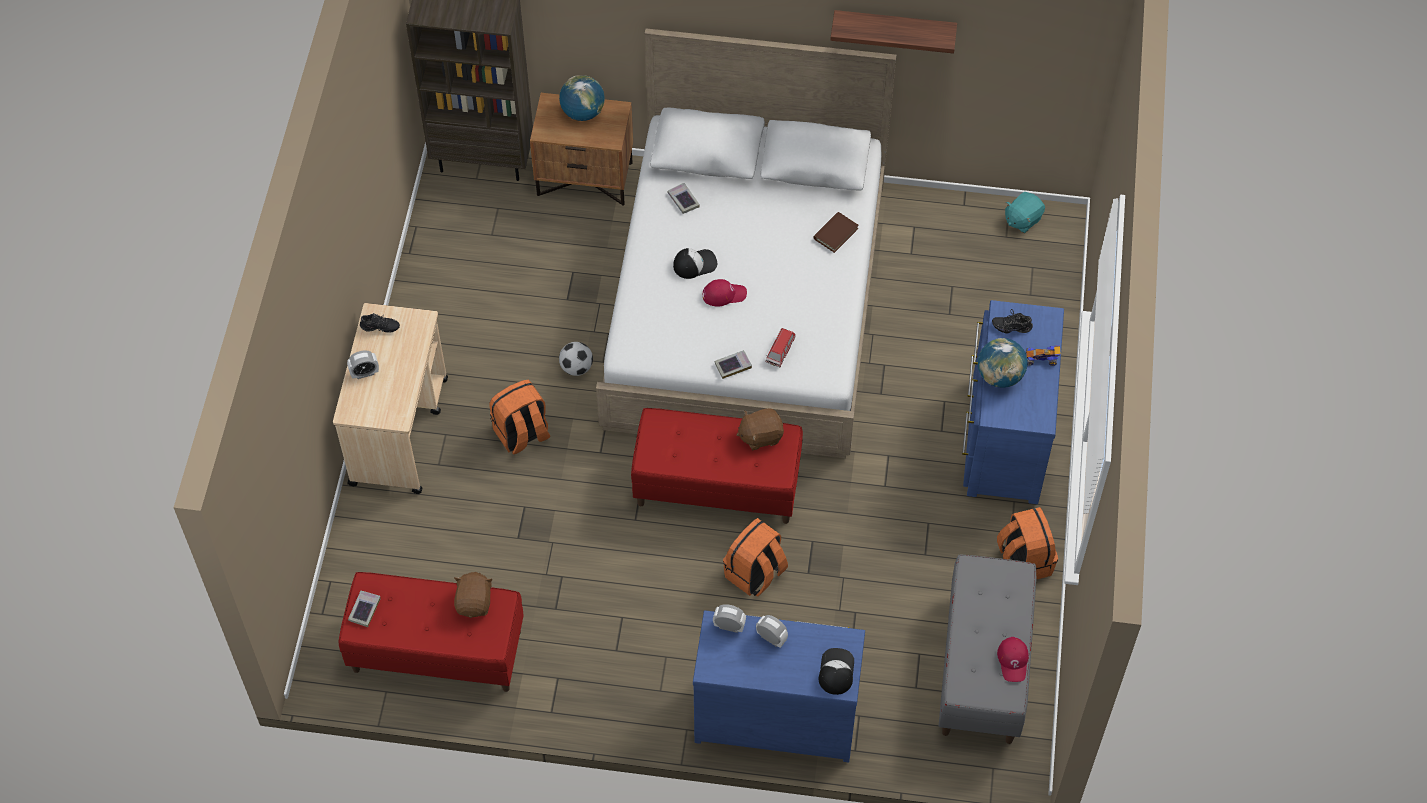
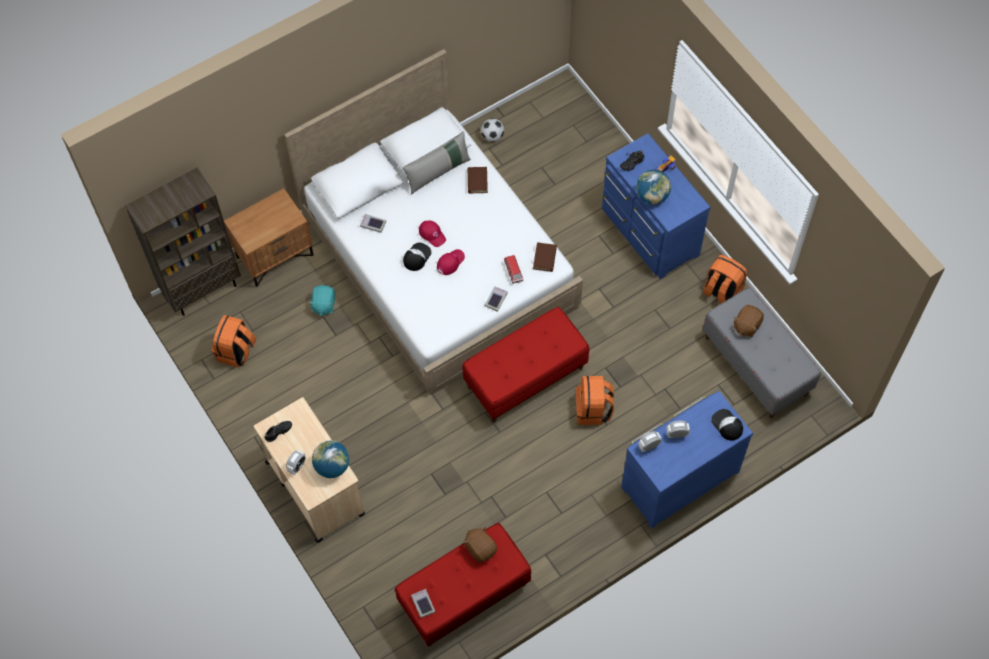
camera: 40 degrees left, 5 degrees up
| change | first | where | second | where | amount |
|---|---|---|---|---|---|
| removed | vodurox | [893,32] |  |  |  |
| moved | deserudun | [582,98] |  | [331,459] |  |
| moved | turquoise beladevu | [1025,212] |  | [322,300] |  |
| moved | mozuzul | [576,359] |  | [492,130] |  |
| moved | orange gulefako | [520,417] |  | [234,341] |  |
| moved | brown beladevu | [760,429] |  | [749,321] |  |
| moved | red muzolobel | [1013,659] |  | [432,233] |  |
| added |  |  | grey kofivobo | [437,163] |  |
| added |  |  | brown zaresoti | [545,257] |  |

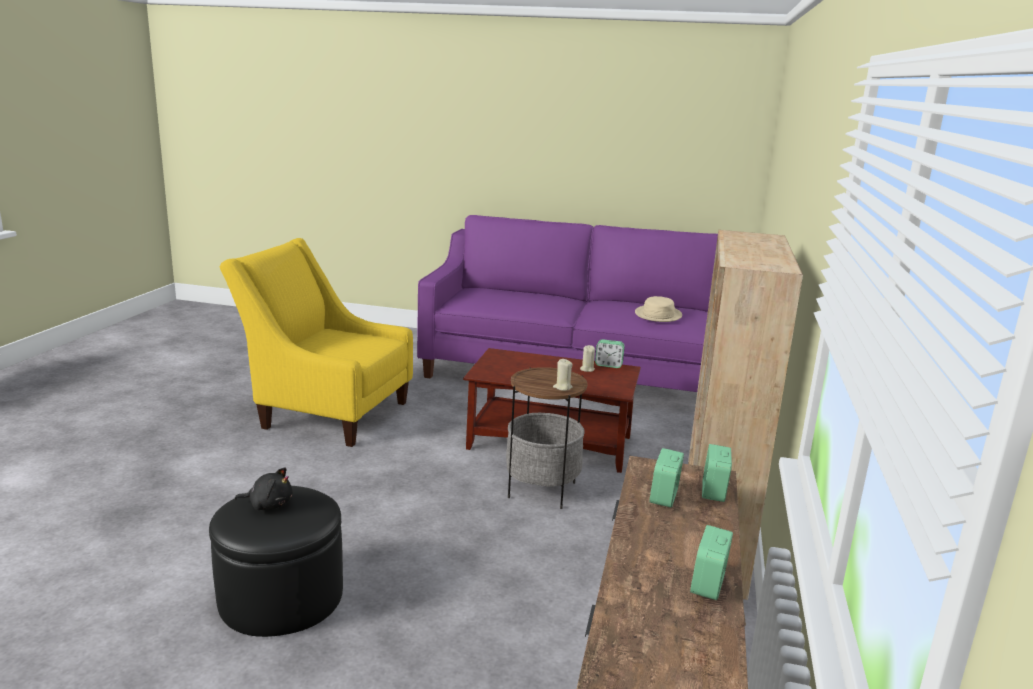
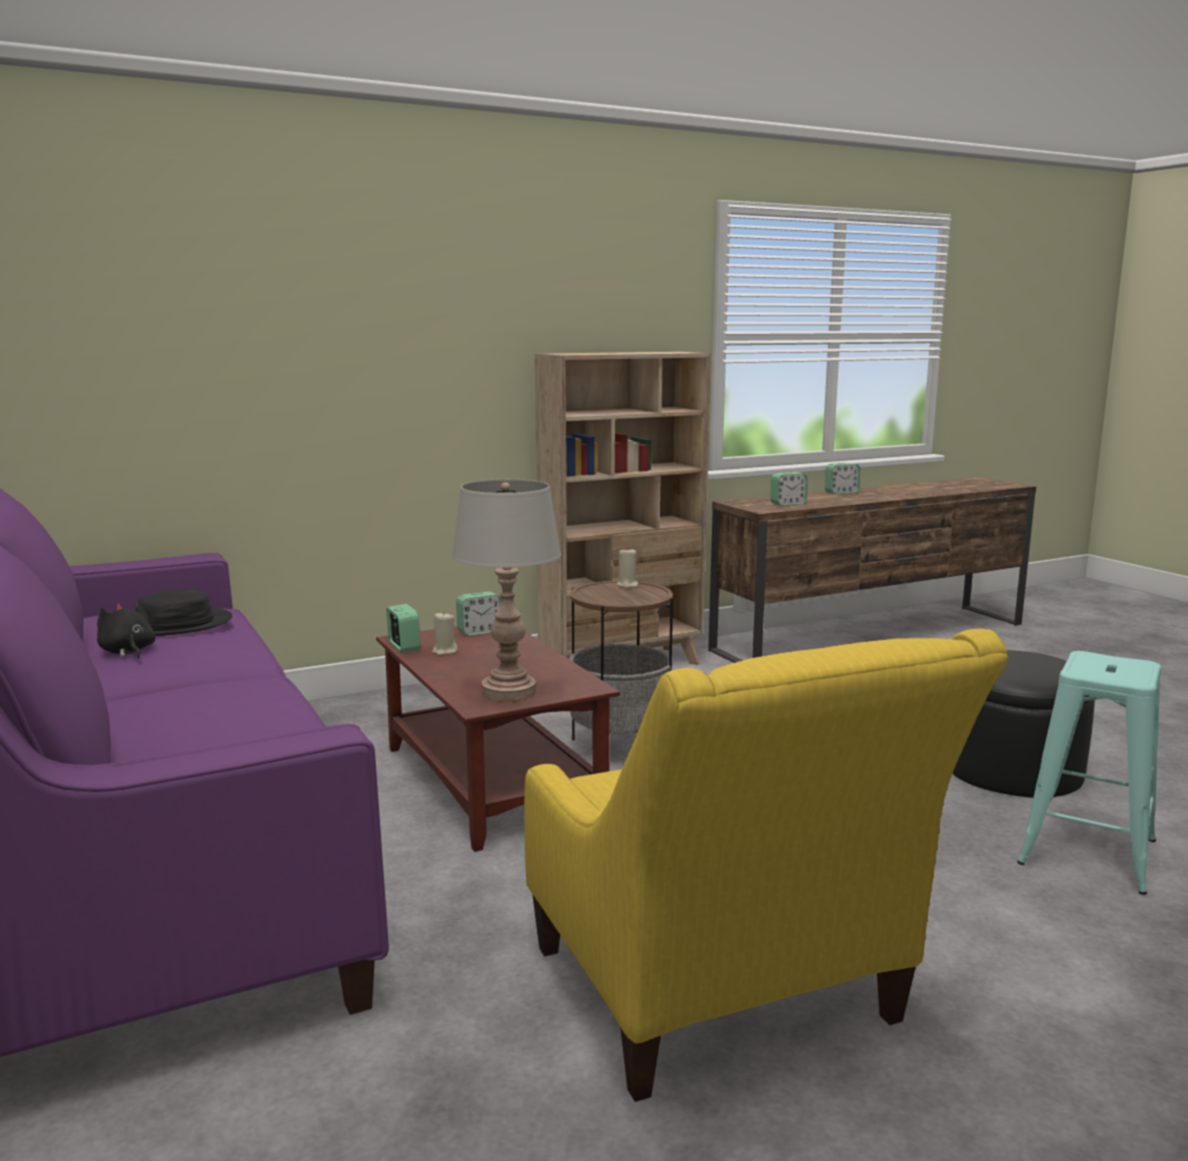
camera: 130 degrees left, 5 degrees down
| change | first | where | second | where | amount |
|---|---|---|---|---|---|
| recoloured | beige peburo | [658,309] | black peburo | [185,613] |  |
| moved | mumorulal | [717,473] |  | [478,613] |  |
| moved | black beladevu | [264,488] |  | [126,629] |  |
| added |  |  | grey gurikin | [506,590] |  |
| added |  |  | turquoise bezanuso | [1089,773] |  |

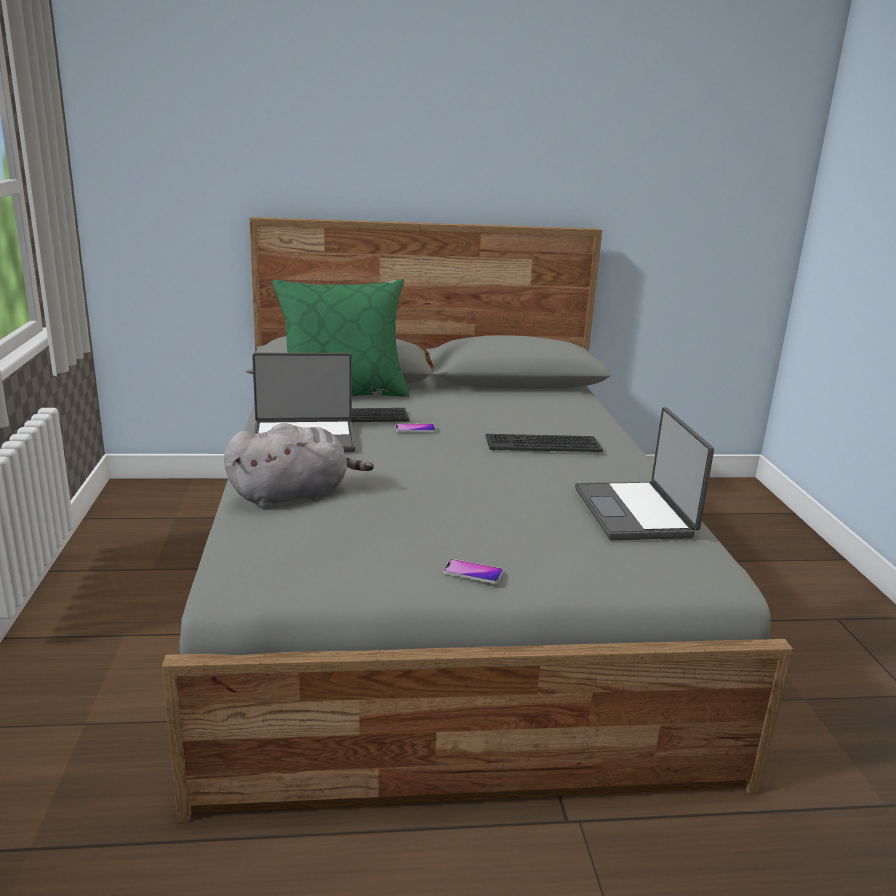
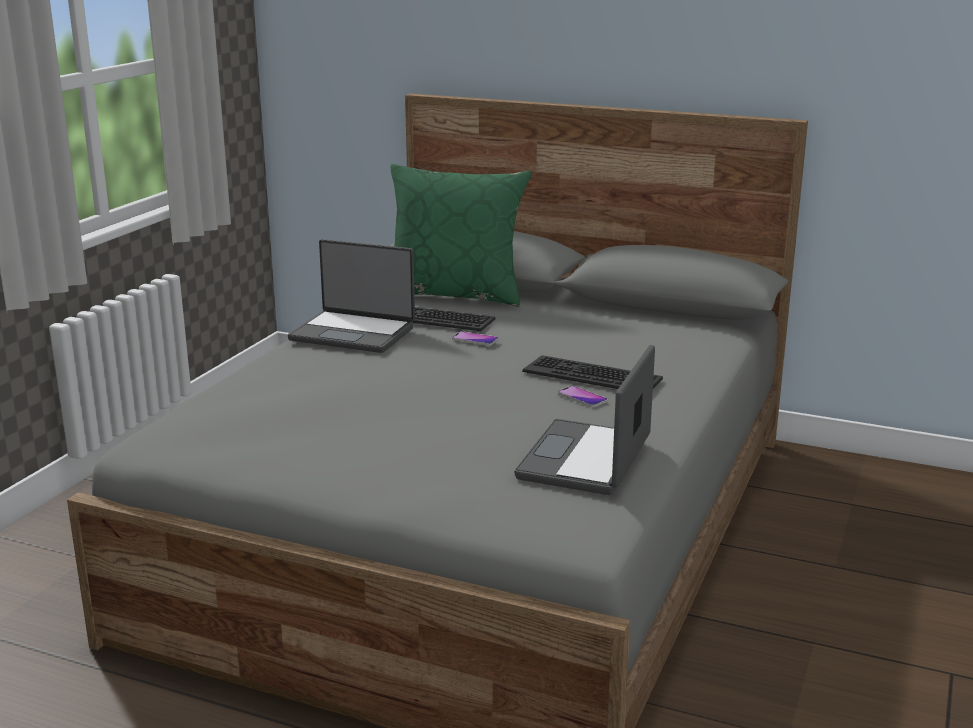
camera: 30 degrees right, 0 degrees up
| change | first | where | second | where | amount |
|---|---|---|---|---|---|
| removed | grey beladevu | [299,466] |  |  |  |
| moved | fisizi | [473,571] |  | [583,396] |  |

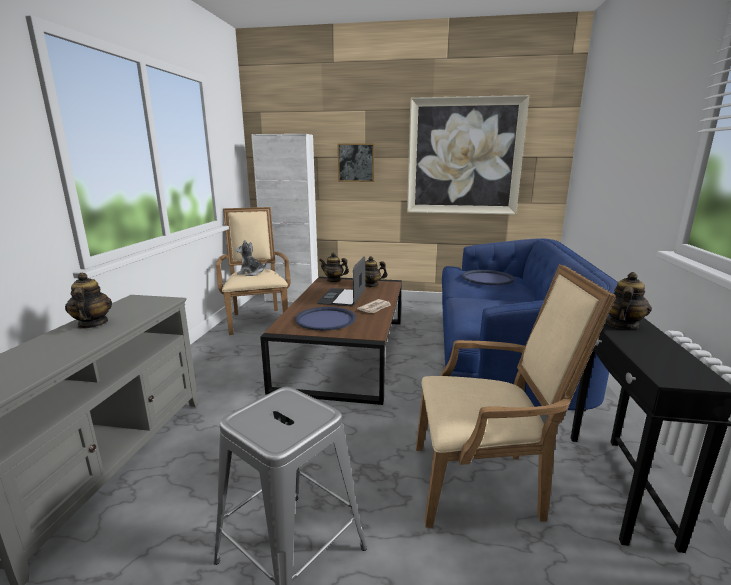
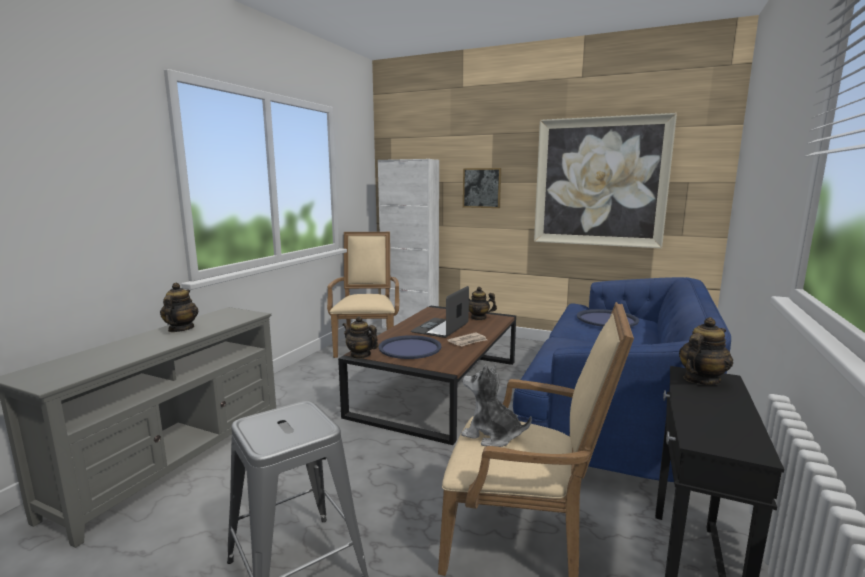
camera: 15 degrees right, 5 degrees down
| change | first | where | second | where | amount |
|---|---|---|---|---|---|
| moved | beladevu | [251,258] |  | [496,405] |  |
| moved | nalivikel | [334,267] |  | [360,337] |  |

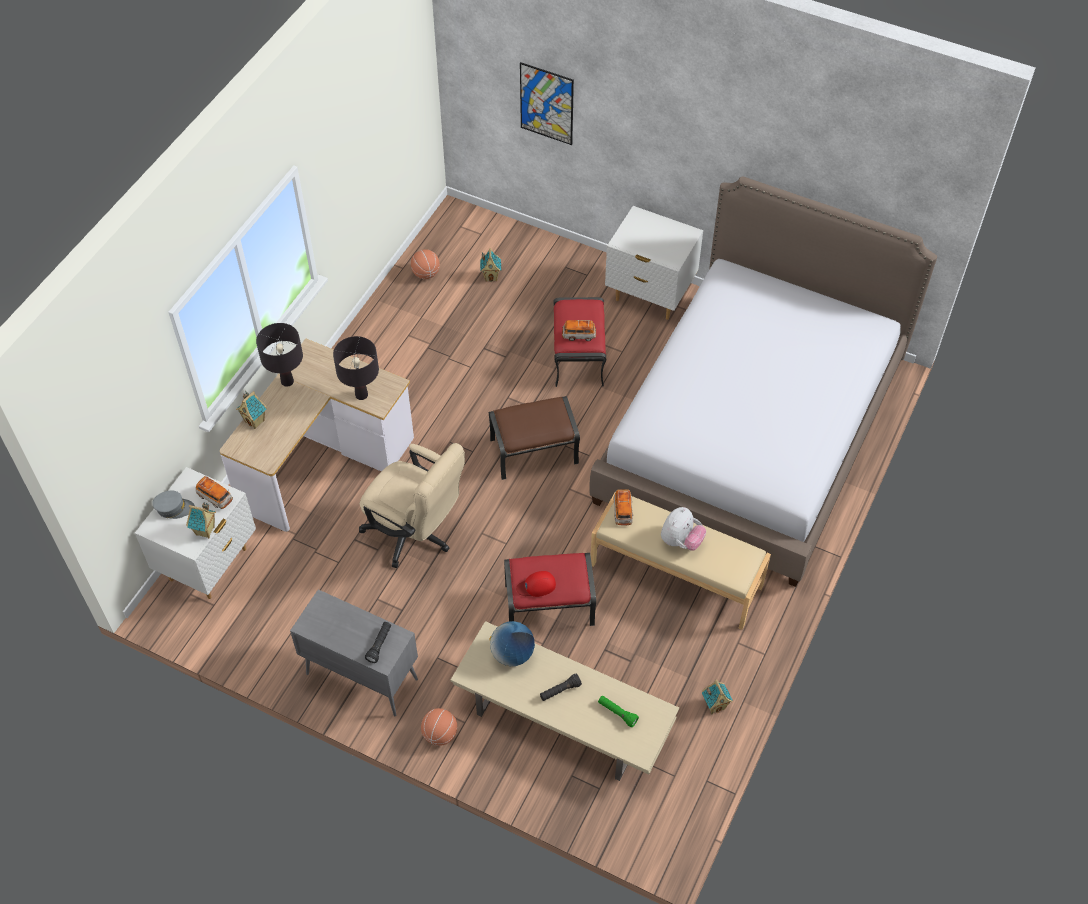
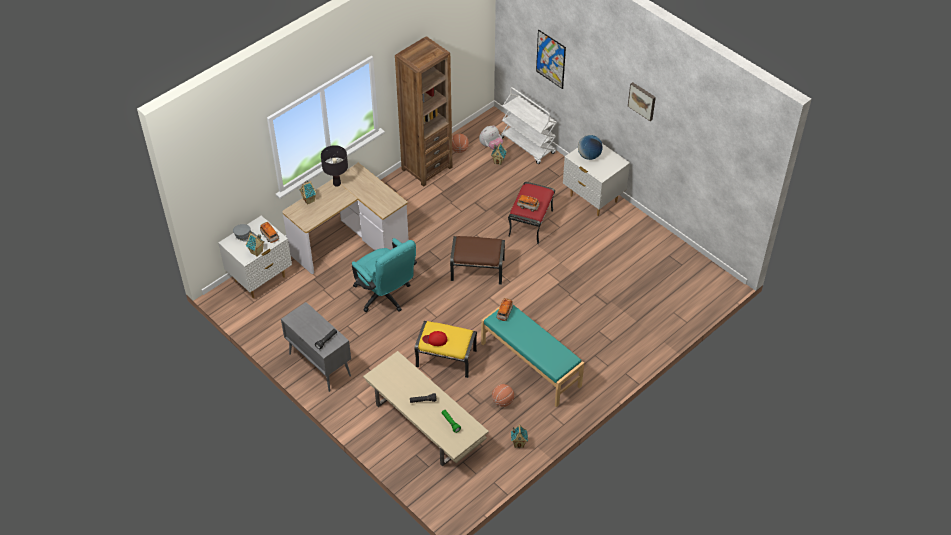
camera: 20 degrees right, 5 degrees down
| change | first | where | second | where | amount |
|---|---|---|---|---|---|
| removed | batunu | [763,381] |  |  |  |
| removed | black gurikin | [356,368] |  |  |  |
| recoloured | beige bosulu | [412,505] | turquoise bosulu | [384,275] |  |
| recoloured | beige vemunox | [681,560] | turquoise vemunox | [532,356] |  |
| moved | beladevu | [683,529] |  | [491,137] |  |
| recoloured | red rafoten | [550,589] | yellow rafoten | [445,349] |  |
| moved | deserudun | [512,643] |  | [590,147] |  |
| moved | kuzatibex | [439,727] |  | [503,395] |  |
| added |  |  | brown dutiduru | [423,111] |  |
| added |  |  | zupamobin | [642,101] |  |
| added |  |  | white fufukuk | [529,125] |  |

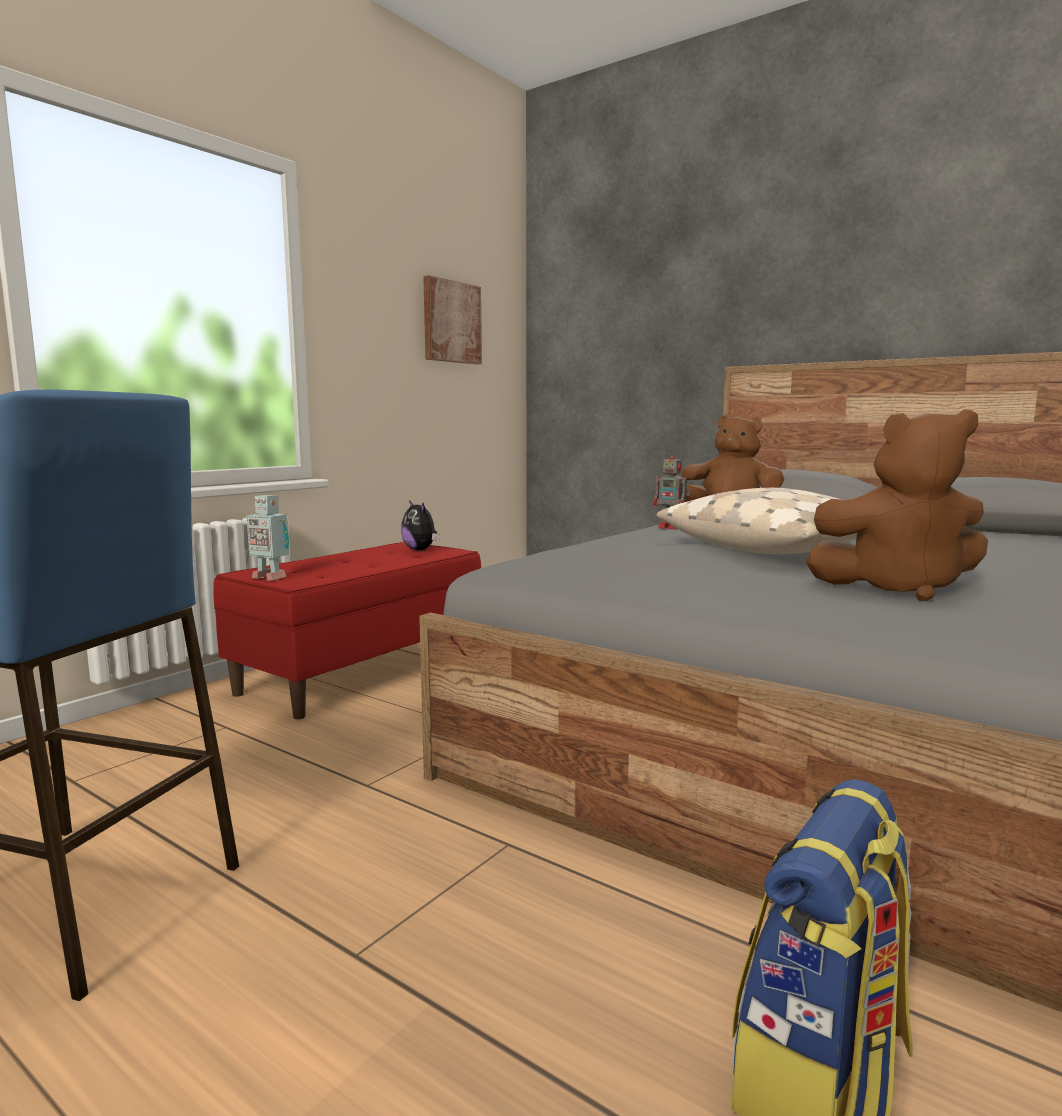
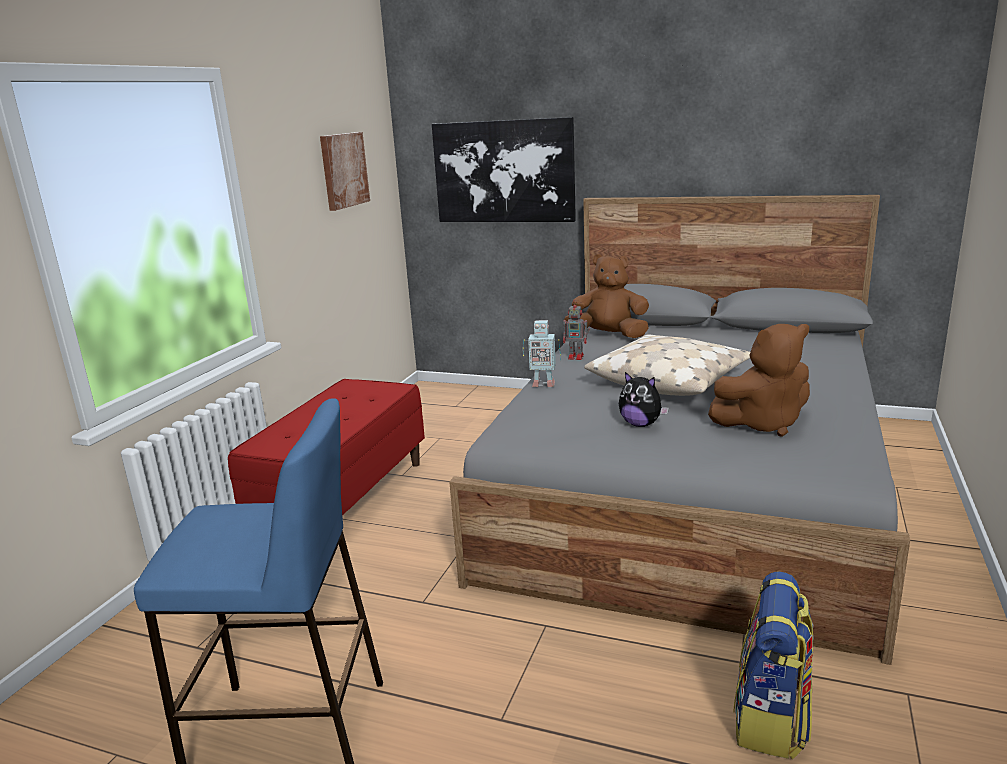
camera: 15 degrees left, 10 degrees up
| change | first | where | second | where | amount |
|---|---|---|---|---|---|
| moved | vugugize | [268,537] |  | [542,353] |  |
| moved | beladevu | [420,525] |  | [644,399] |  |
| added |  |  | zupamobin | [504,169] |  |

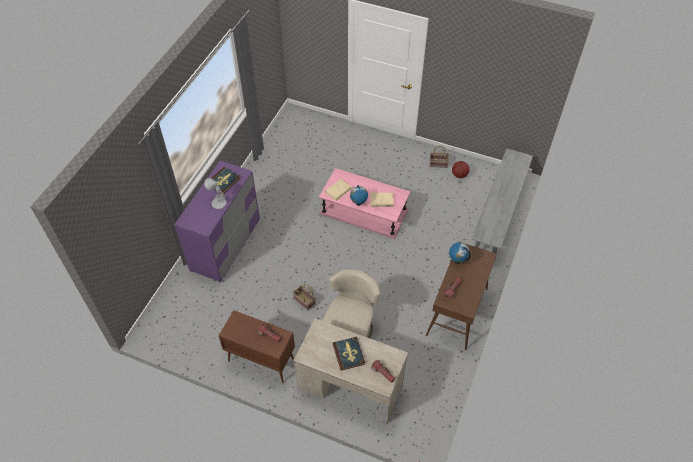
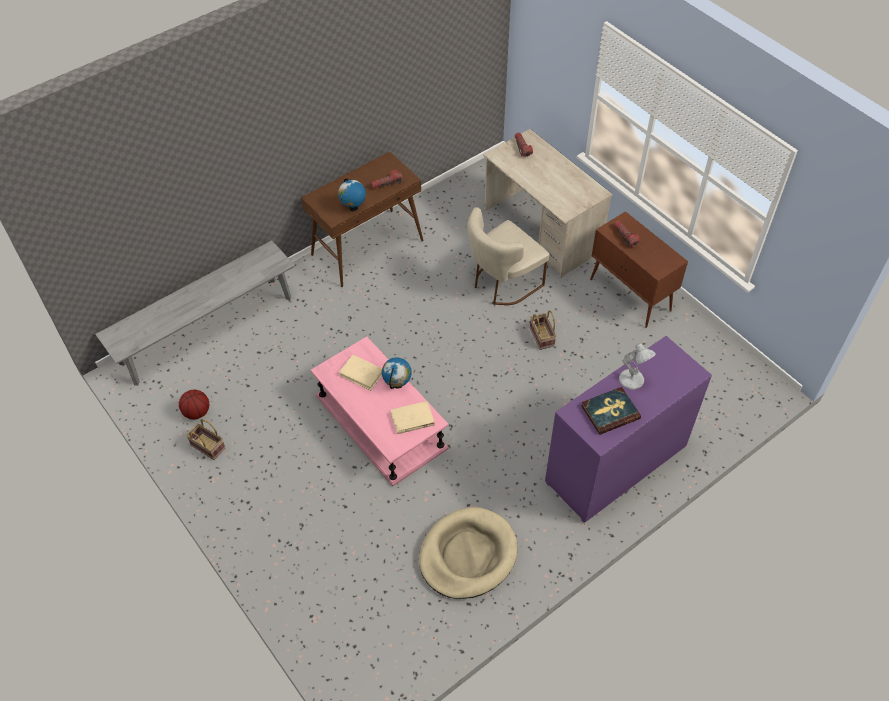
camera: 150 degrees left, 0 degrees up
| change | first | where | second | where | amount |
|---|---|---|---|---|---|
| removed | zaresoti | [349,354] |  |  |  |
| added |  |  | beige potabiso | [468,553] |  |

